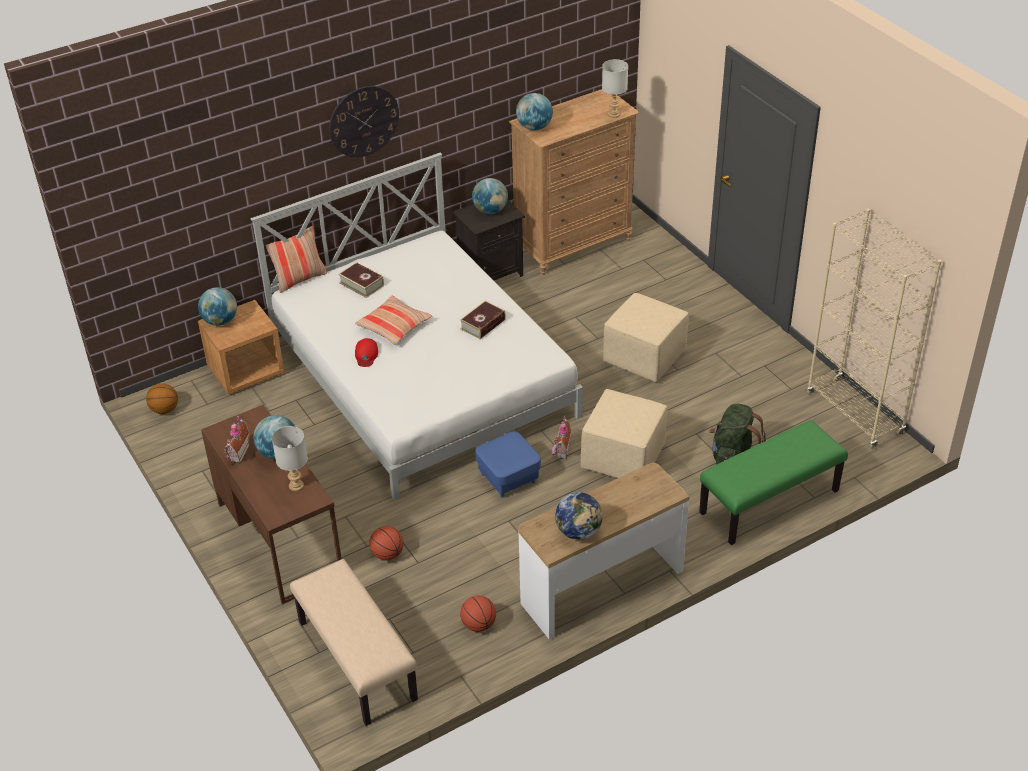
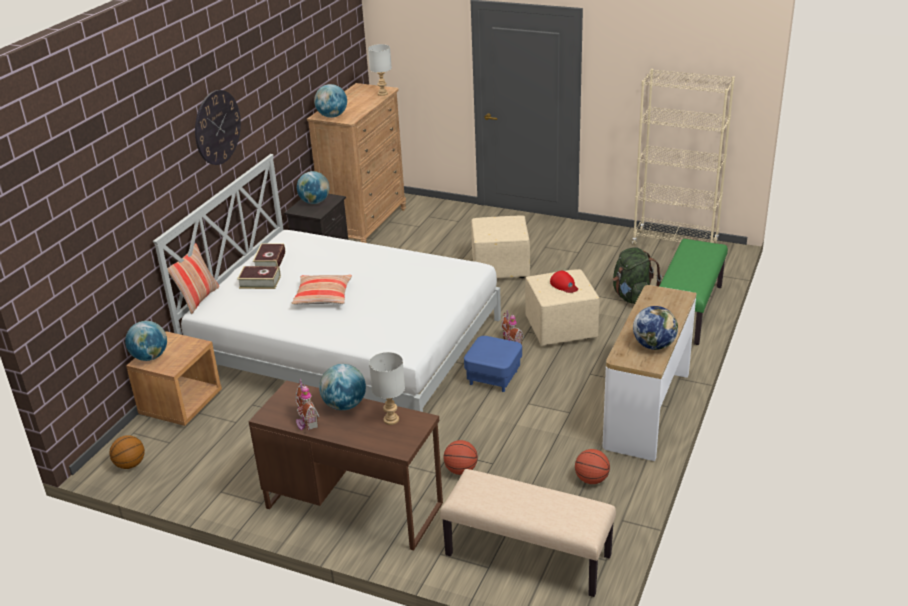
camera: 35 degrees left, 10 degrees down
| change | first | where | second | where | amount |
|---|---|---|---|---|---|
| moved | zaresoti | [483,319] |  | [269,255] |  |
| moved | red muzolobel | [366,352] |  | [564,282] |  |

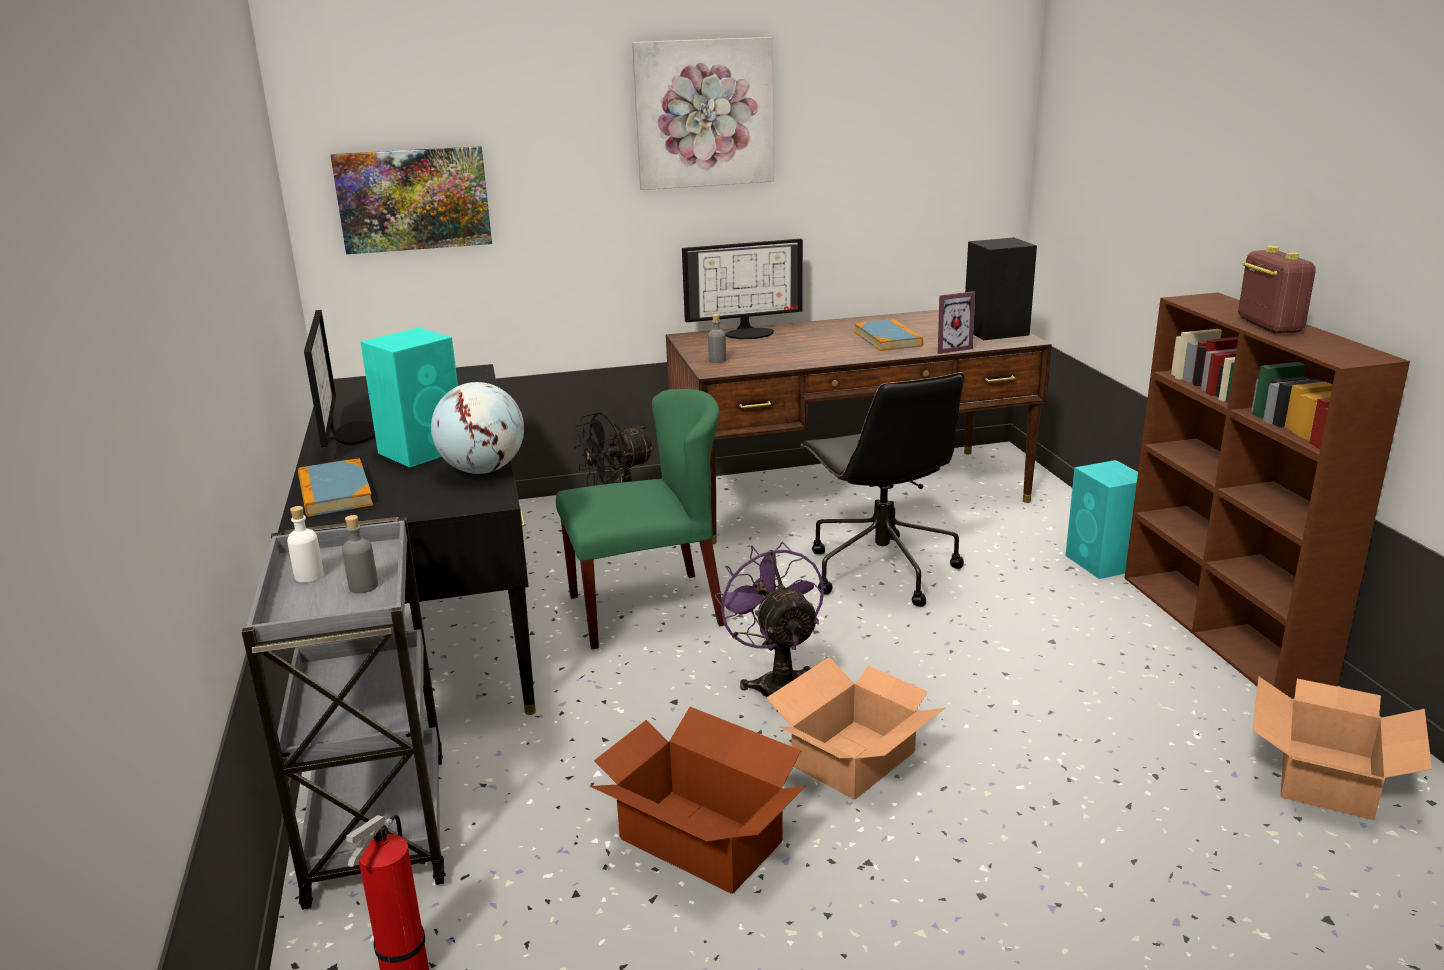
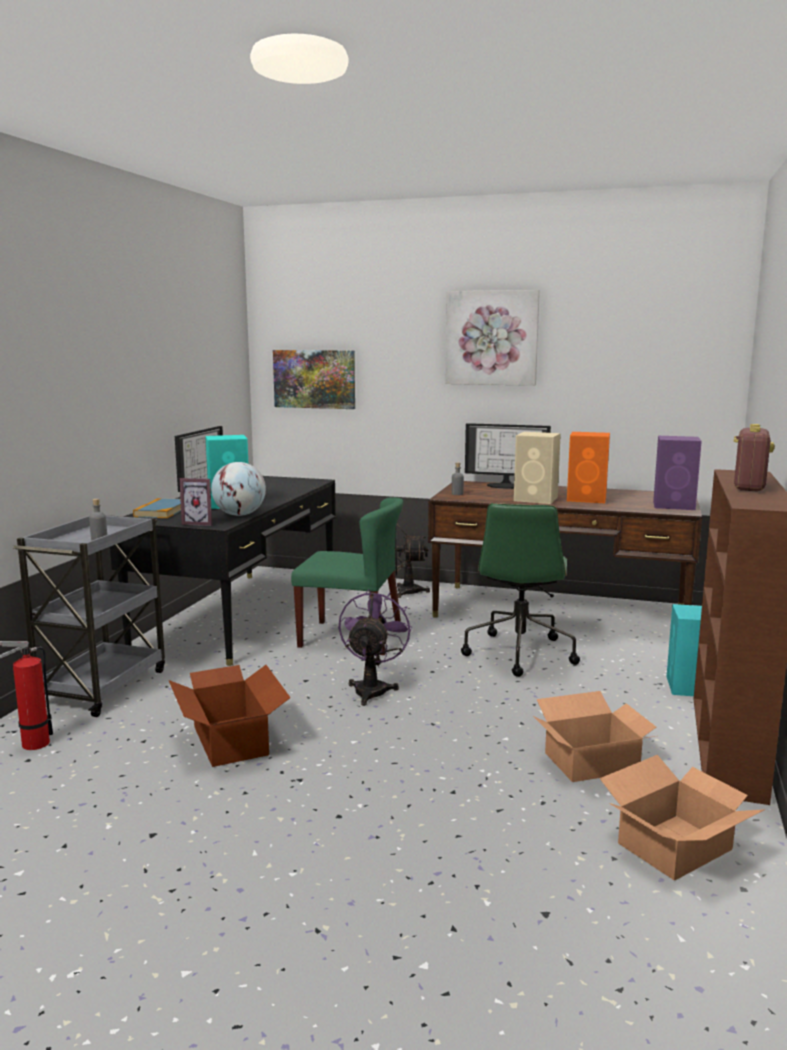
camera: 30 degrees right, 10 degrees down
| change | first | where | second | where | amount |
|---|---|---|---|---|---|
| recoloured | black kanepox | [1001,288] | purple kanepox | [677,473] |  |
| moved | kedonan | [956,322] |  | [196,502] |  |
| replaced | zaresoti | [888,335] | orange kanepox | [588,467] |  |
| recoloured | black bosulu | [882,489] | green bosulu | [520,590] |  |
| removed | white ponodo | [305,544] |  |  |  |
| moved | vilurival | [856,728] |  | [594,736] |  |
| added |  |  | beige kanepox | [537,468] |  |

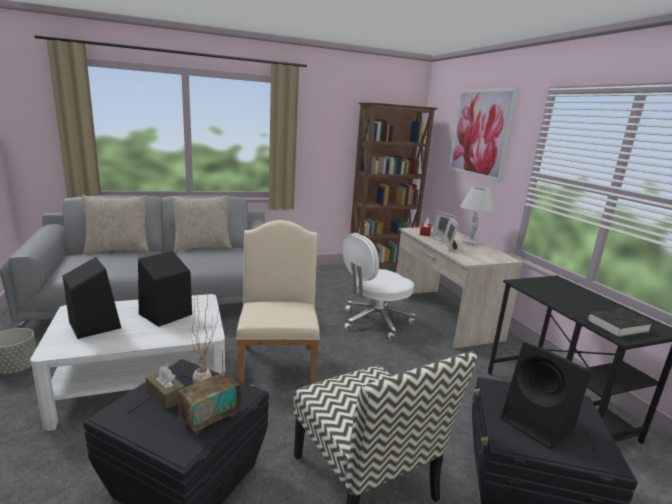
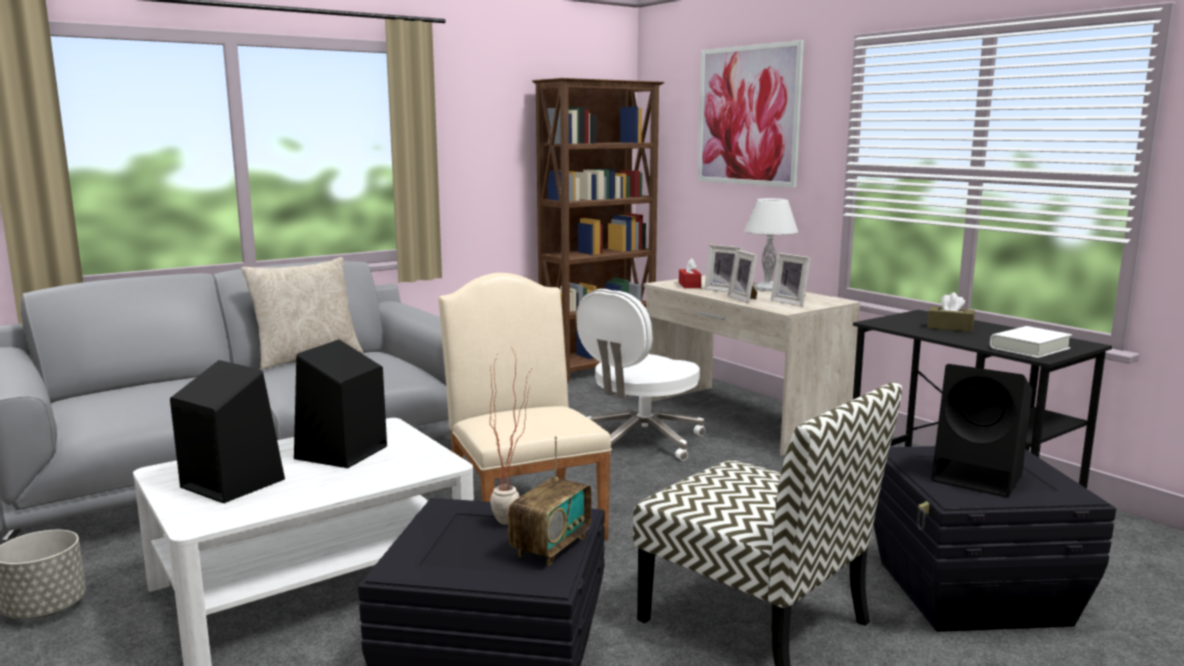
camera: 15 degrees left, 5 degrees down
| change | first | where | second | where | amount |
|---|---|---|---|---|---|
| removed | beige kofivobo | [115,224] |  |  |  |
| recoloured | black zaresoti | [619,323] | white zaresoti | [1031,342] |  |
| moved | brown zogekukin | [165,387] |  | [951,312] |  |
| added |  |  | kedonan | [791,279] |  |

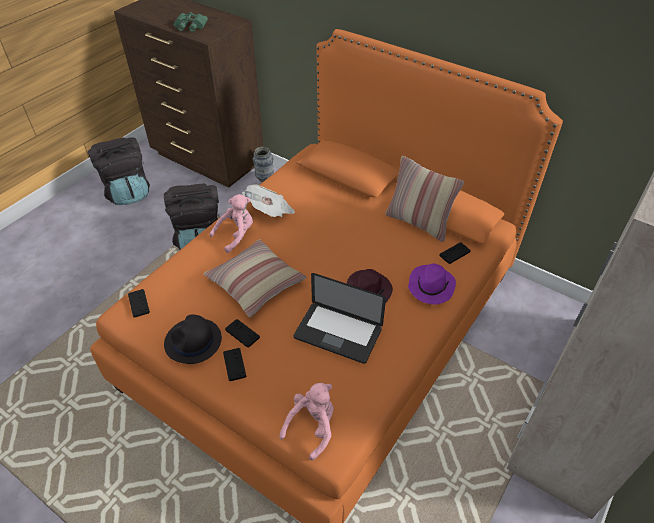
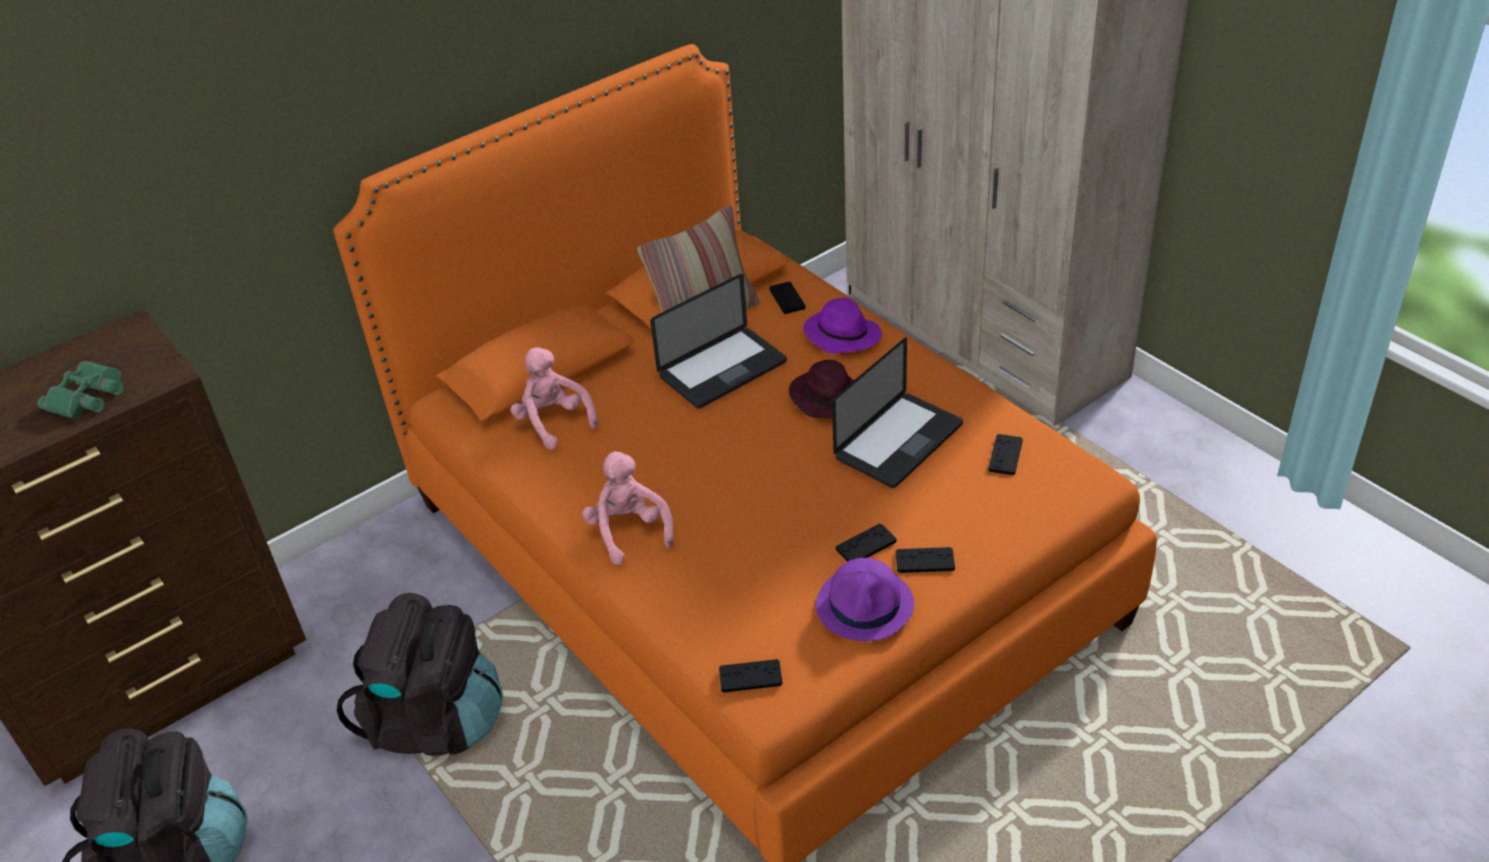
camera: 70 degrees left, 5 degrees down
| change | first | where | second | where | amount |
|---|---|---|---|---|---|
| removed | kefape | [263,164] |  |  |  |
| removed | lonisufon | [268,201] |  |  |  |
| removed | kofivobo | [255,278] |  |  |  |
| recoloured | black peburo | [193,339] | purple peburo | [865,599] |  |
| moved | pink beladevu | [307,422] |  | [554,398] |  |
| added |  |  | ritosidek | [718,341] |  |
| added |  |  | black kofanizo | [1005,454] |  |

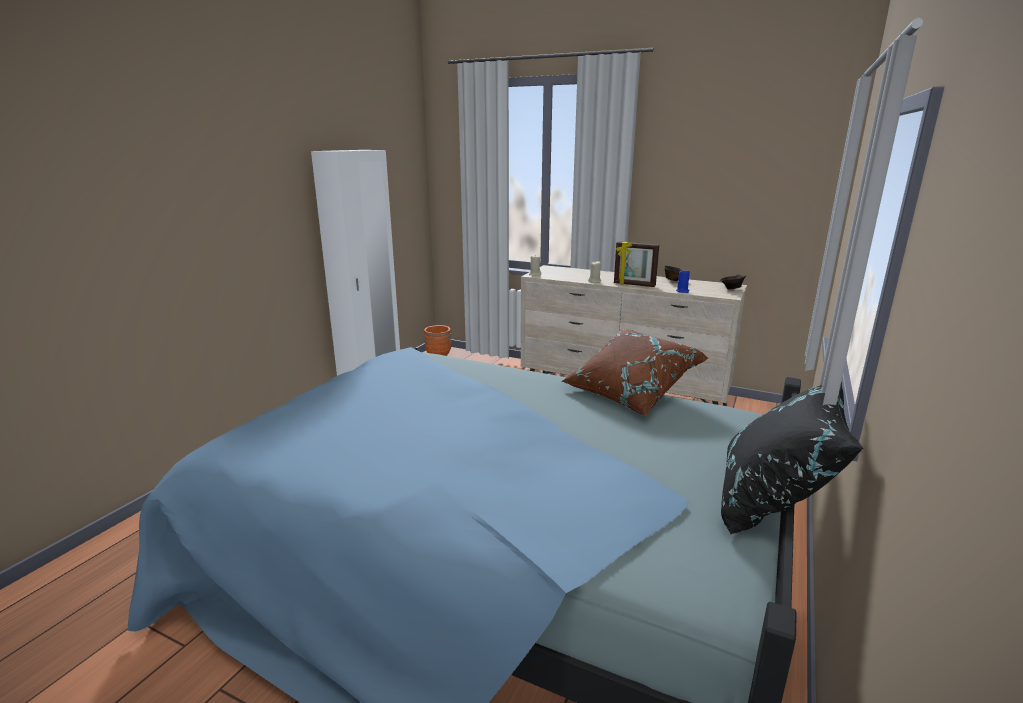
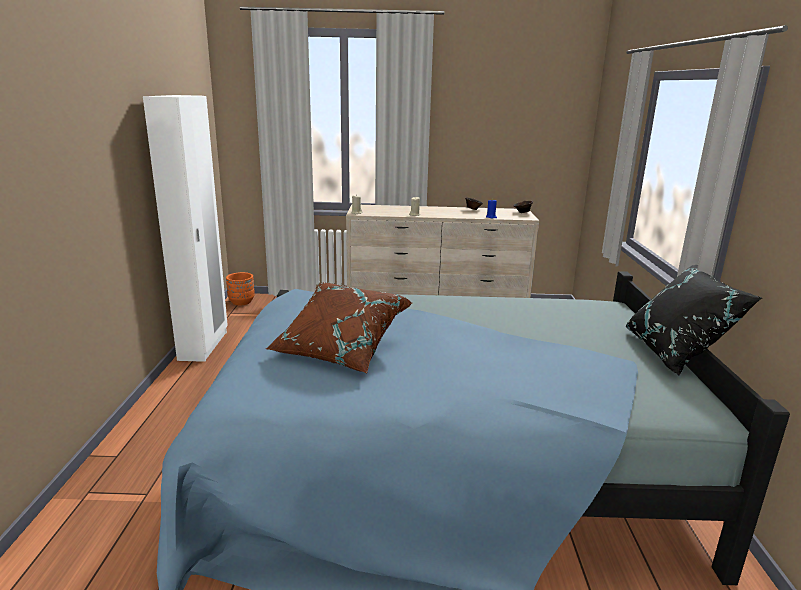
camera: 25 degrees left, 0 degrees up
| change | first | where | second | where | amount |
|---|---|---|---|---|---|
| removed | kedonan | [636,264] |  |  |  |
| moved | brown kofivobo | [634,372] |  | [339,327] |  |

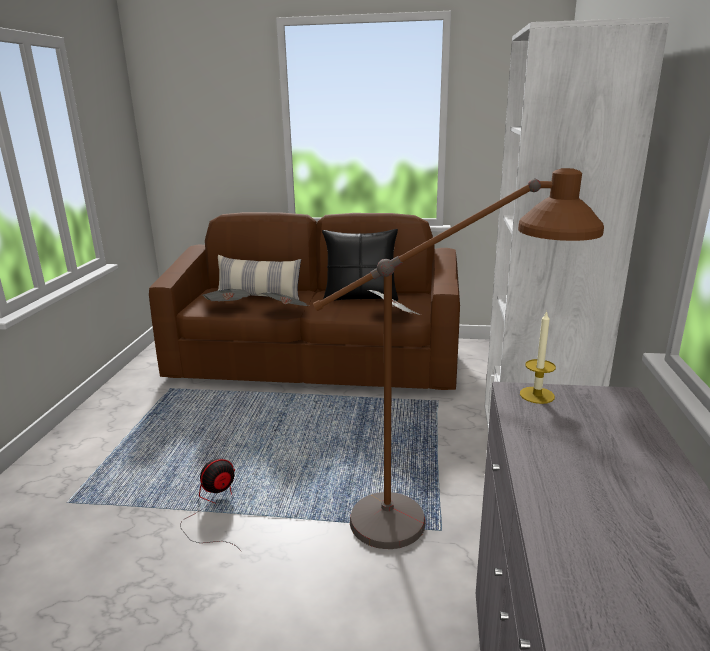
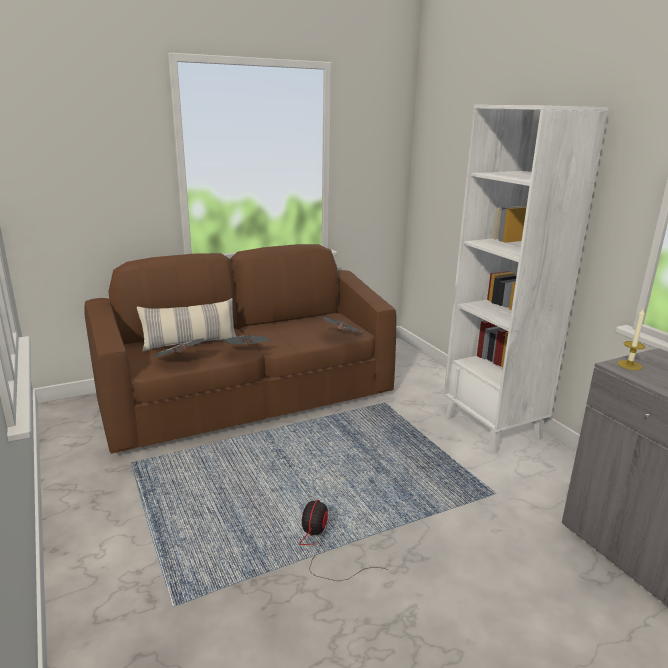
camera: 35 degrees left, 0 degrees up
| change | first | where | second | where | amount |
|---|---|---|---|---|---|
| removed | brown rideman | [458,358] |  |  |  |
| removed | black kofivobo | [360,265] |  |  |  |

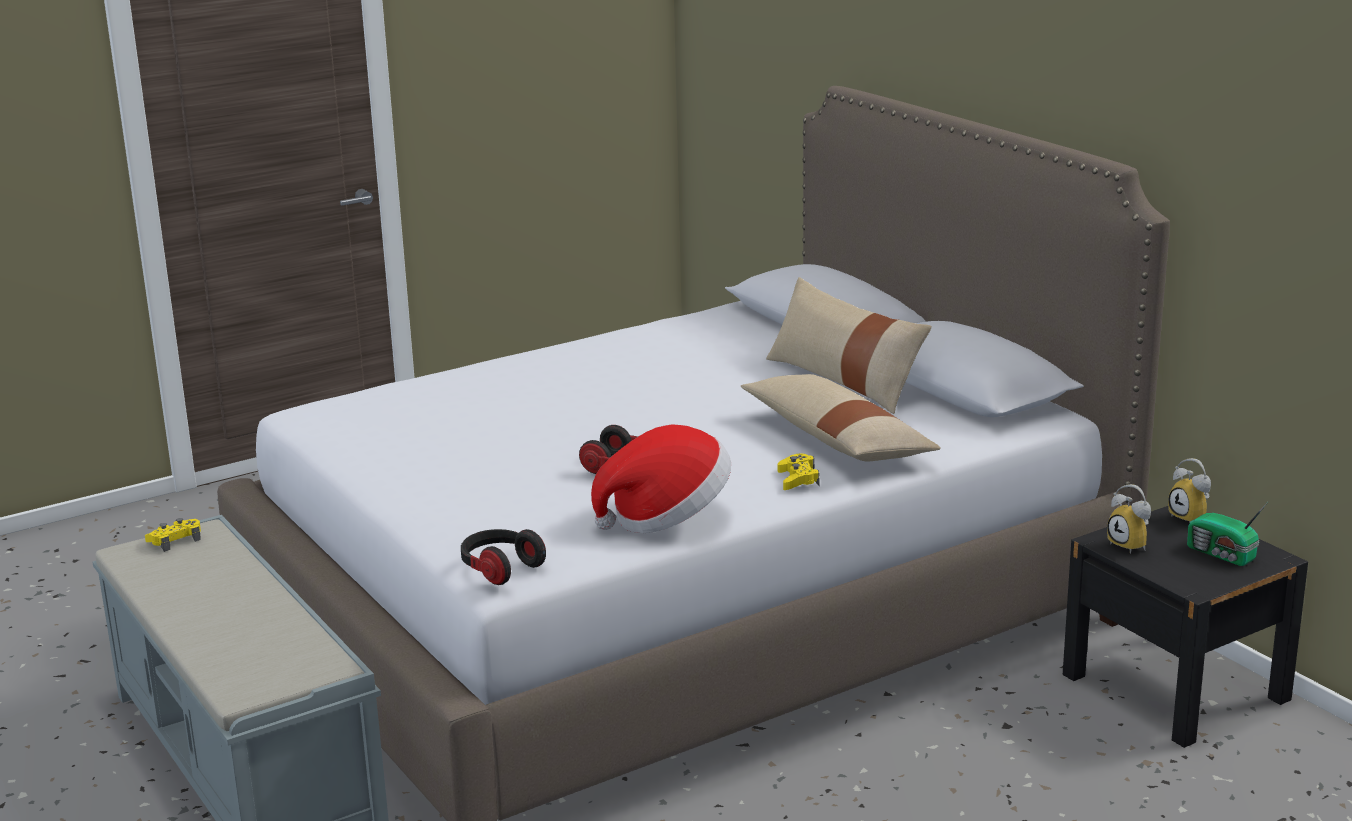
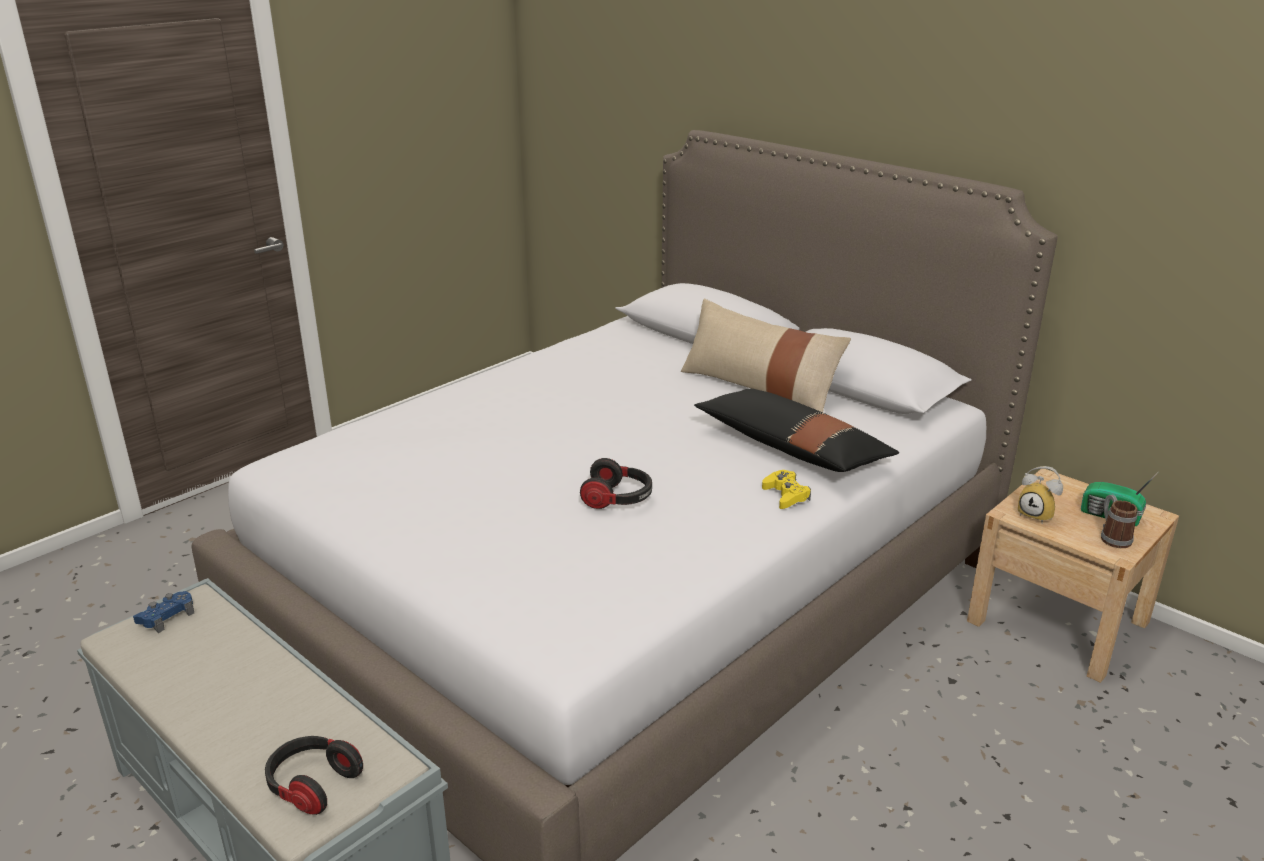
camera: 15 degrees left, 5 degrees up
| change | first | where | second | where | amount |
|---|---|---|---|---|---|
| recoloured | beige kofivobo | [841,417] | black kofivobo | [796,430] |  |
| removed | peburo | [661,478] |  |  |  |
| removed | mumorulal | [1189,491] |  |  |  |
| recoloured | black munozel | [1185,627] | beige munozel | [1073,576] |  |
| recoloured | yellow kofanizo | [173,535] | blue kofanizo | [163,612] |  |
| moved | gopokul | [503,557] |  | [314,775] |  |
| added |  |  | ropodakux | [1119,521] |  |

